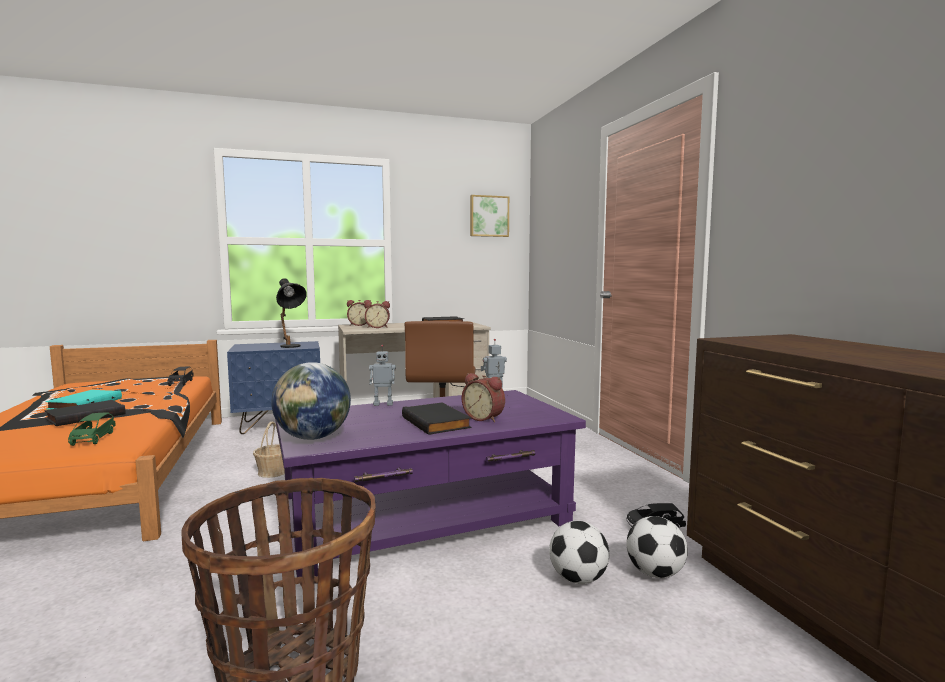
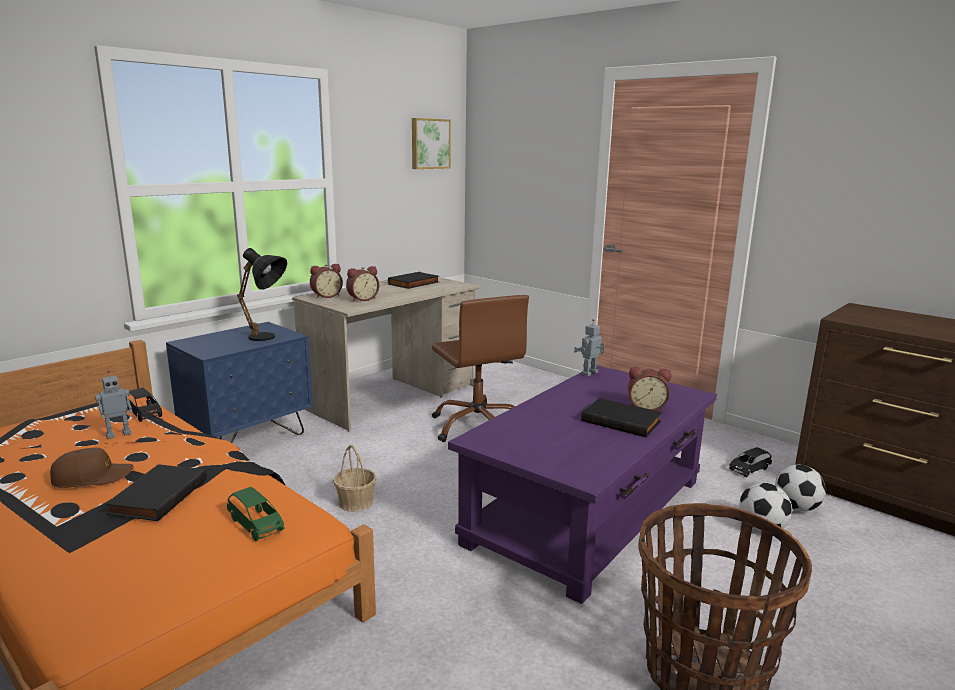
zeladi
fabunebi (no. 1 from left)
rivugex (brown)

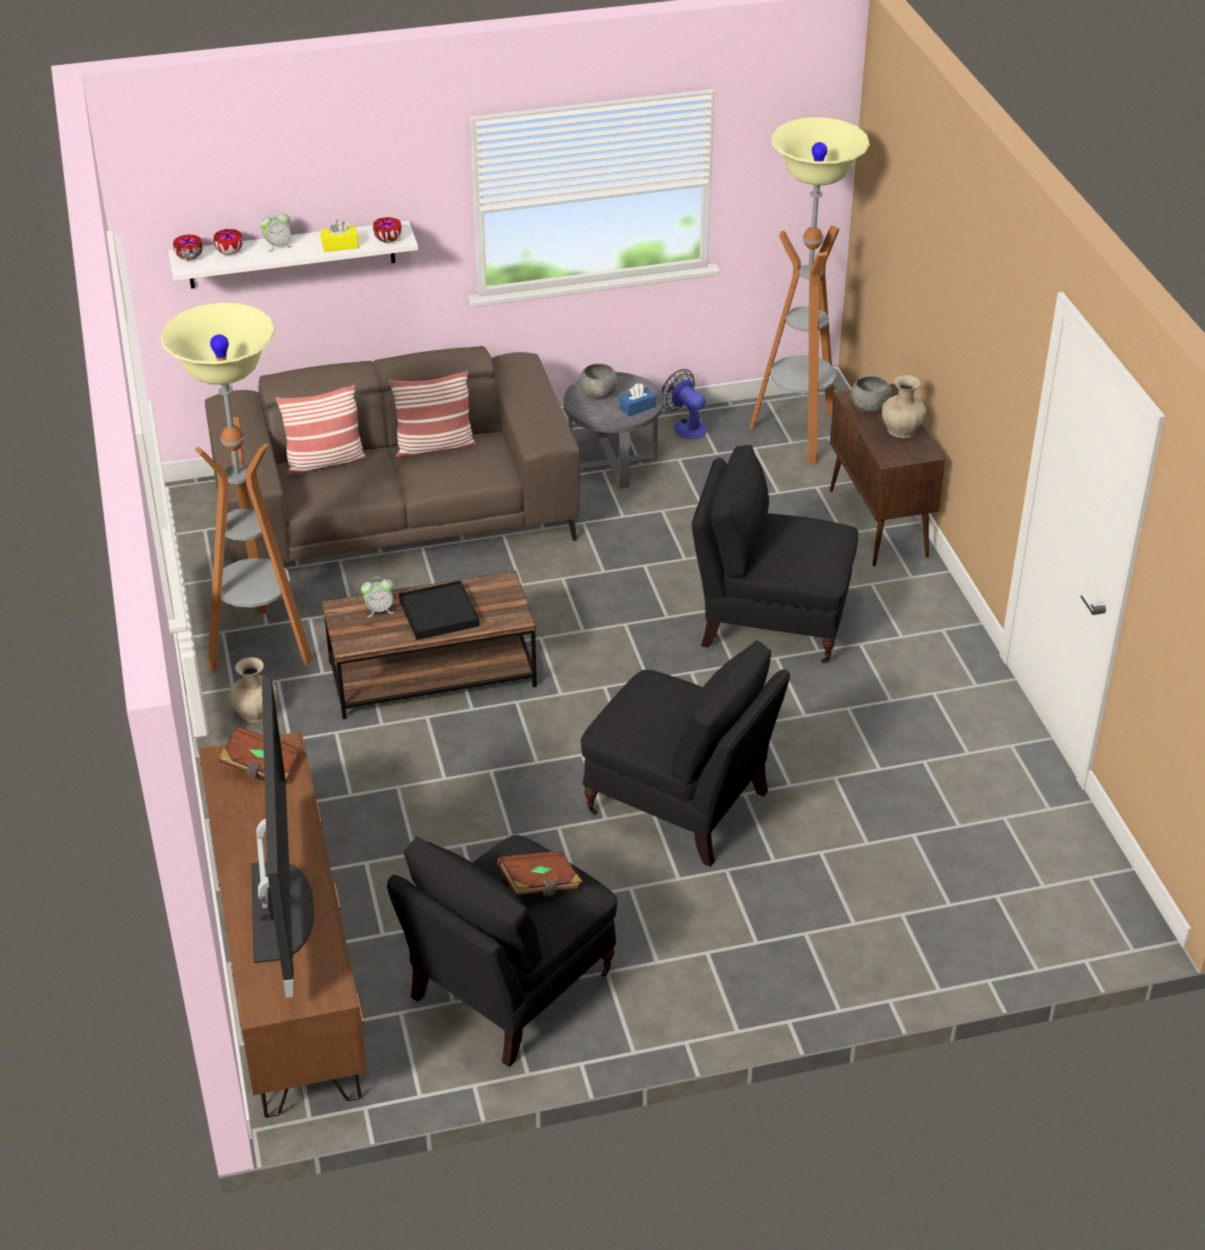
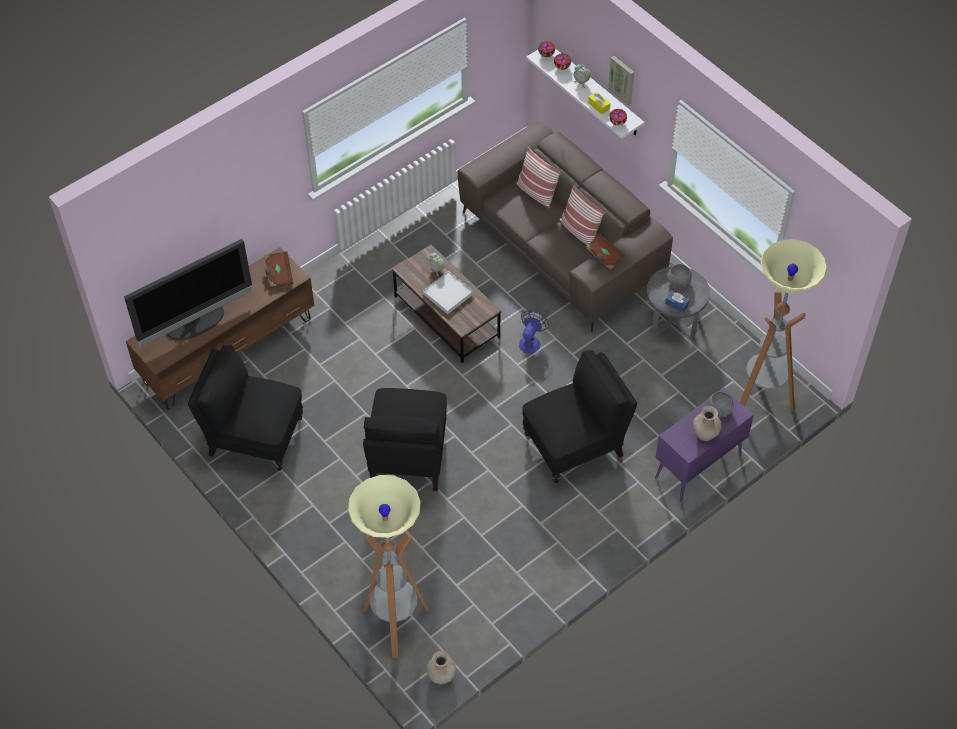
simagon
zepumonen (no. 1 from left)
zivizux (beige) (no. 1 from left)
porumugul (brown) (no. 2 from left)
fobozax
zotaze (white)
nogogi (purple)
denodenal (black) (no. 3 from left)

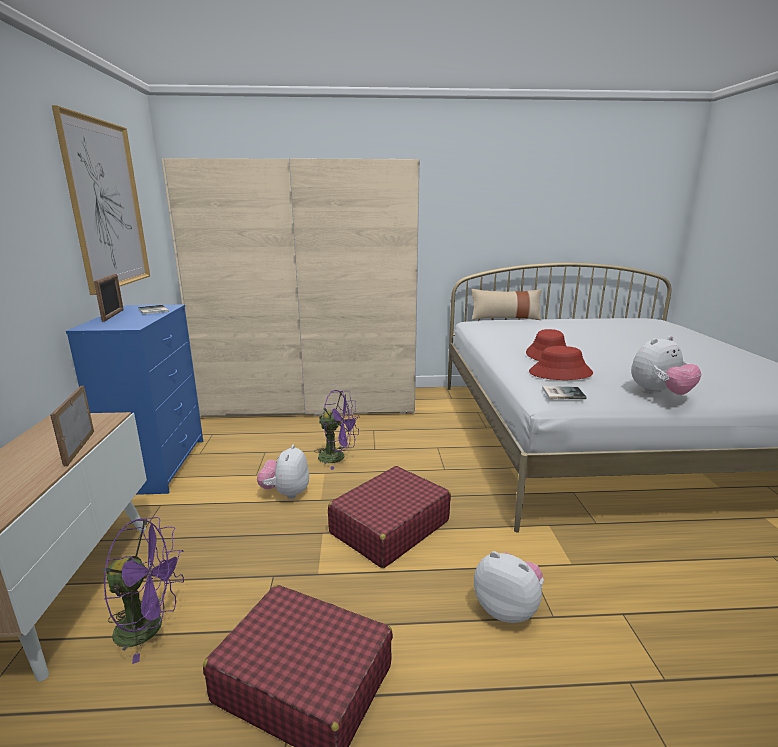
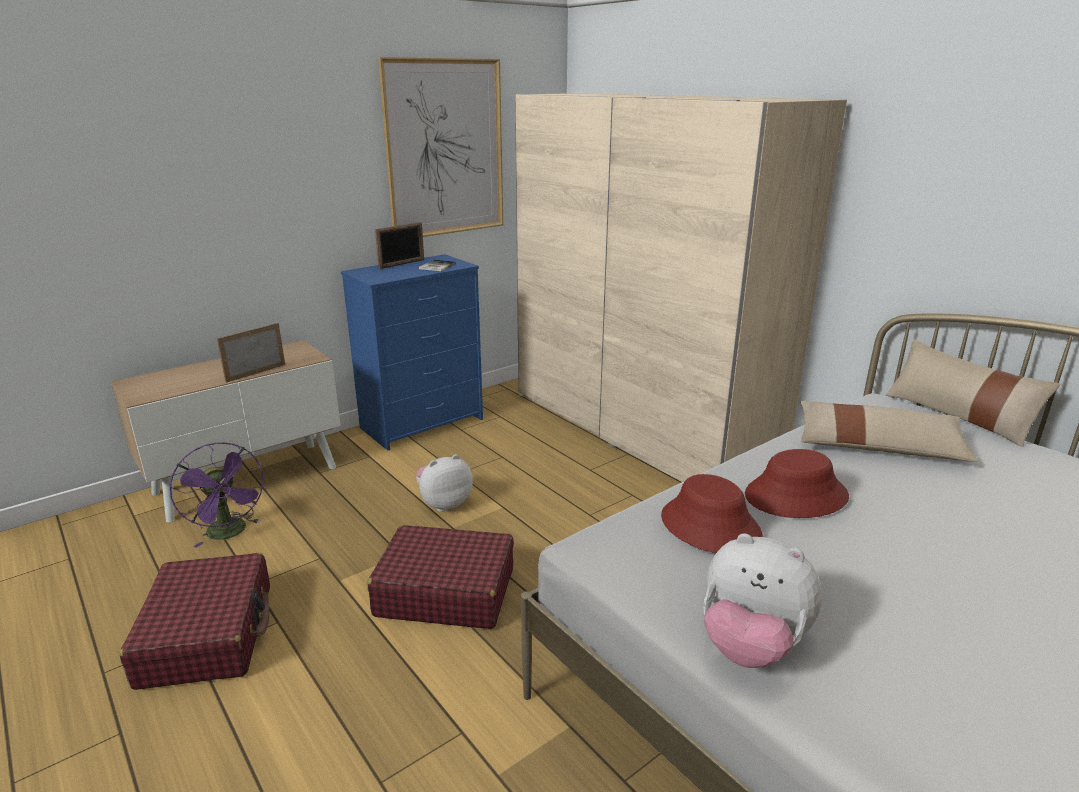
fobozax (purple) (no. 2 from left in the first image)
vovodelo (no. 2 from left in the first image)
porumugul (no. 2 from left in the first image)
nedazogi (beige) (no. 1 from left)

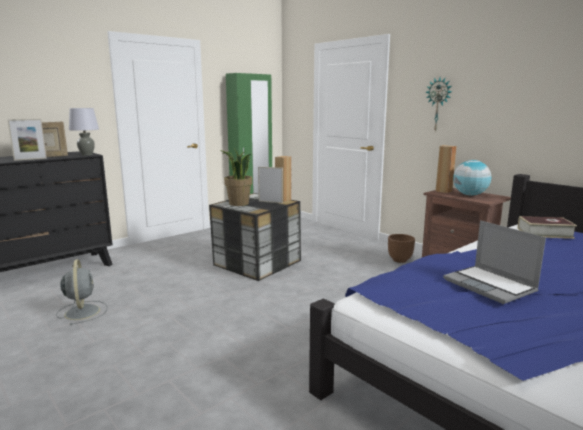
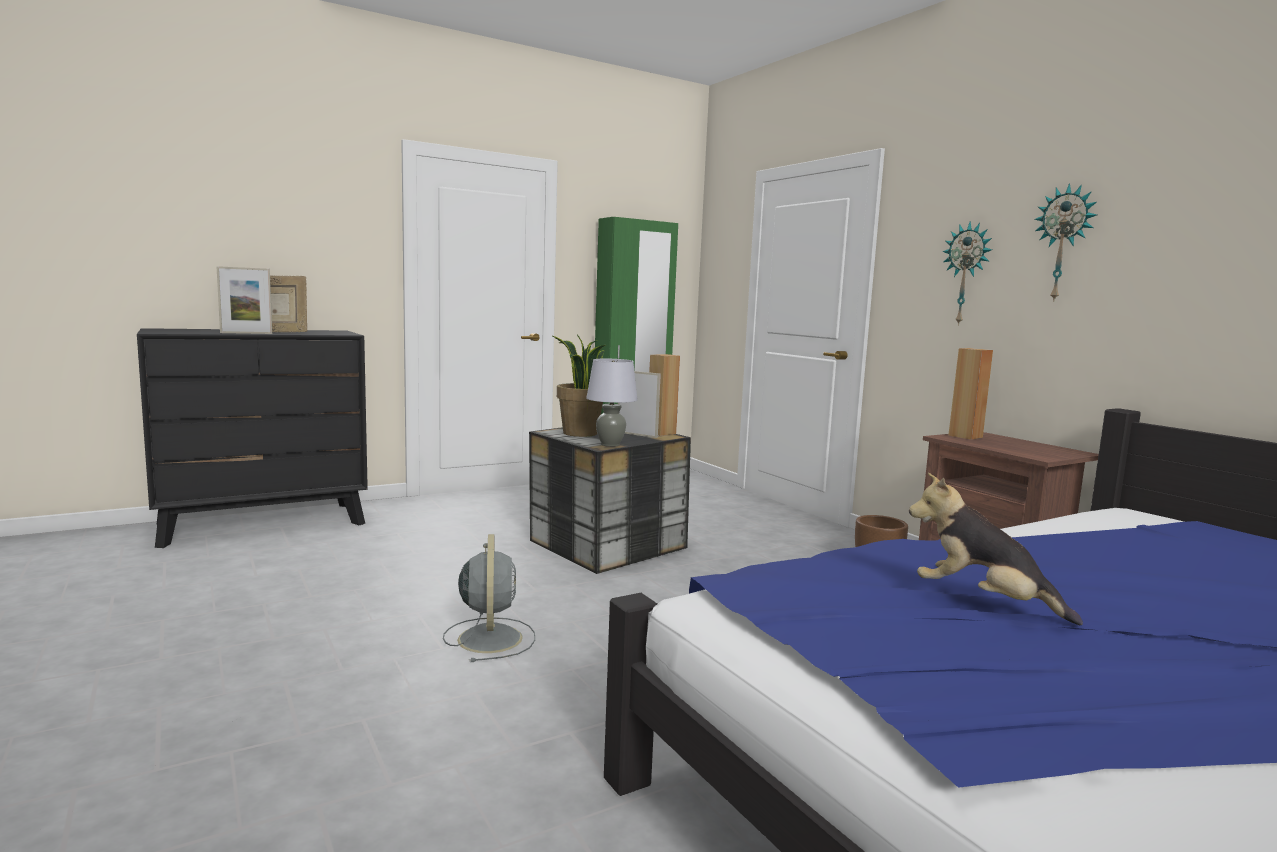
zeladi
porumugul
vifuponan (no. 2 from left)
fobozax (grey)
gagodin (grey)
vovodelo

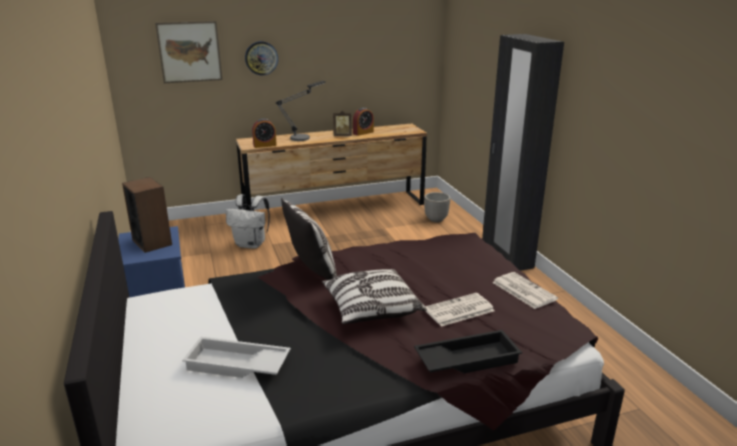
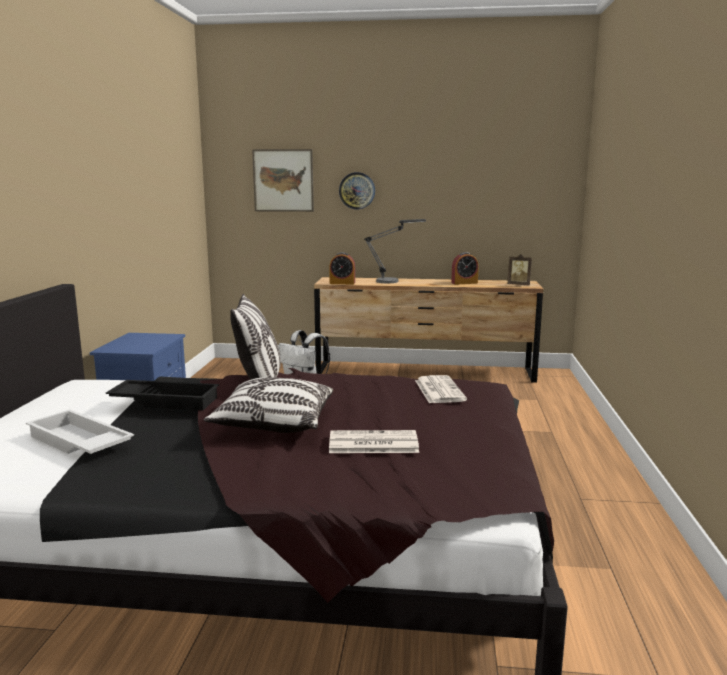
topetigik
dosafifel
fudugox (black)
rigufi
zotaze (black)
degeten (no. 2 from left)

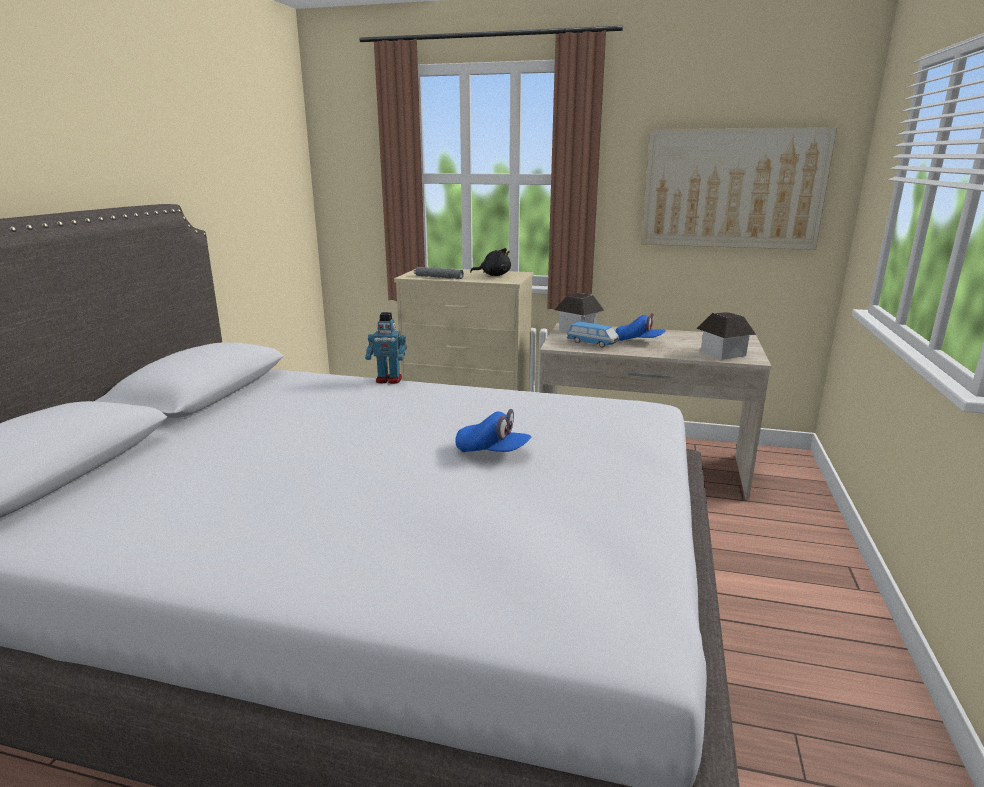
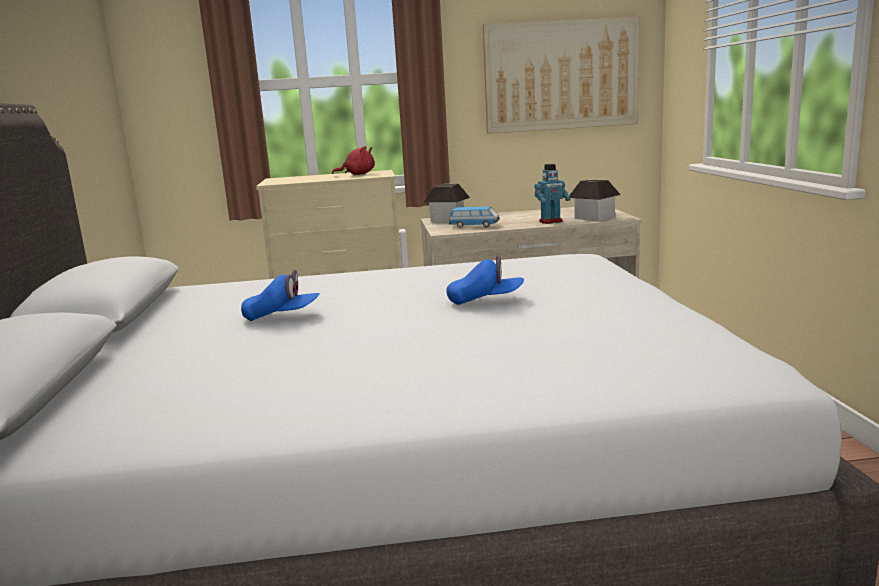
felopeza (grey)
fabunebi
rivugex (blue) (no. 1 from left)
vovodelo (red)

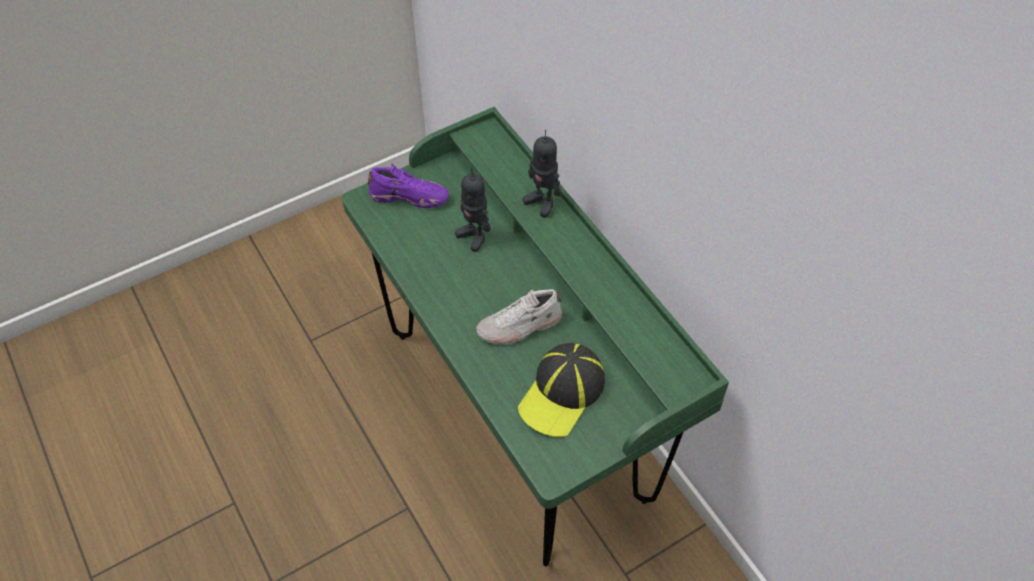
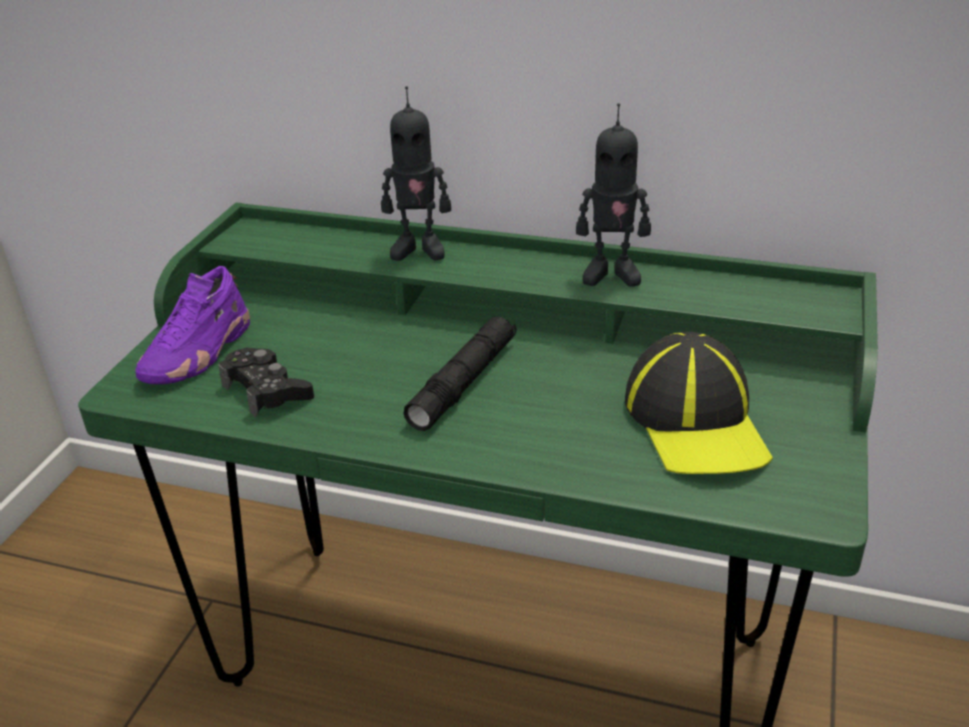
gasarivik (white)
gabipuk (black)
felopeza (black)
fabunebi (no. 2 from left)
gasarivik (purple)

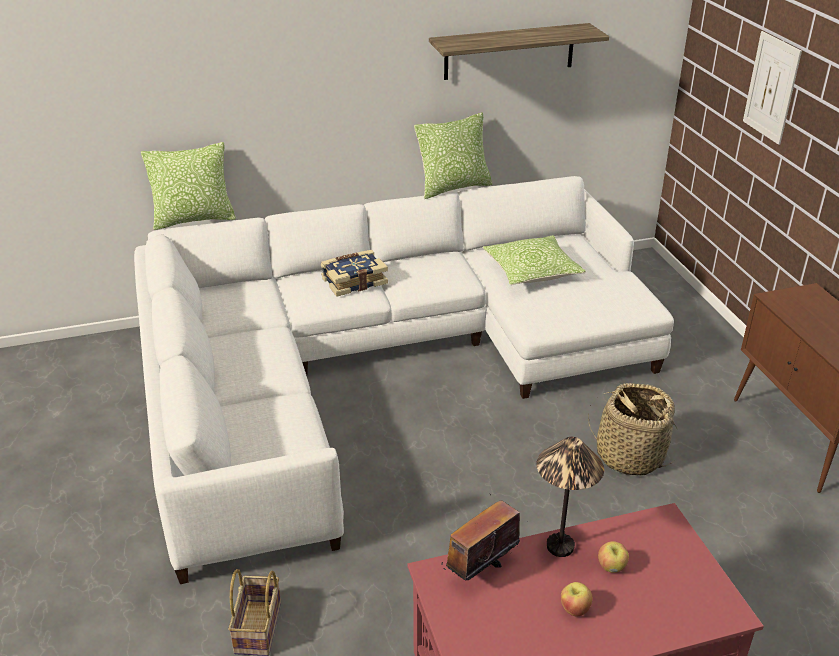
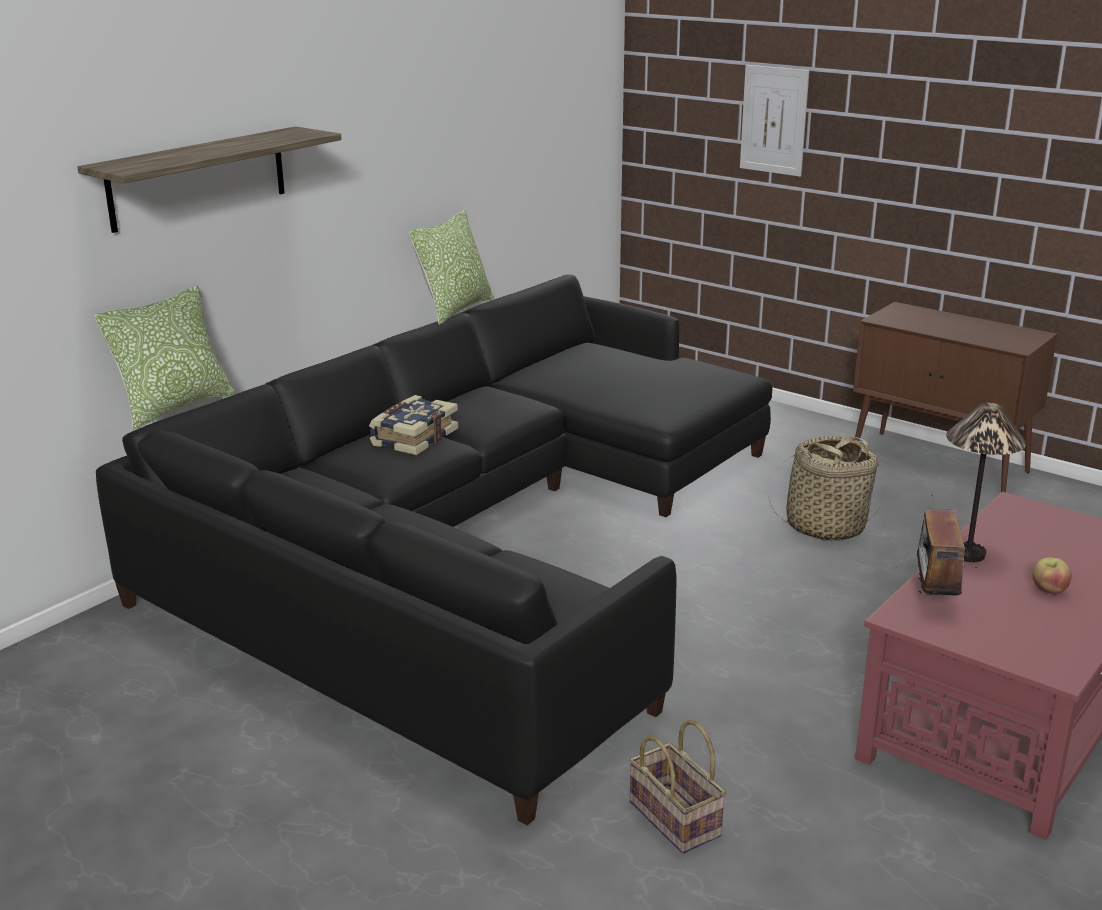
nedazogi (no. 3 from left in the first image)
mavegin (no. 2 from left in the first image)
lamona
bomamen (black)

